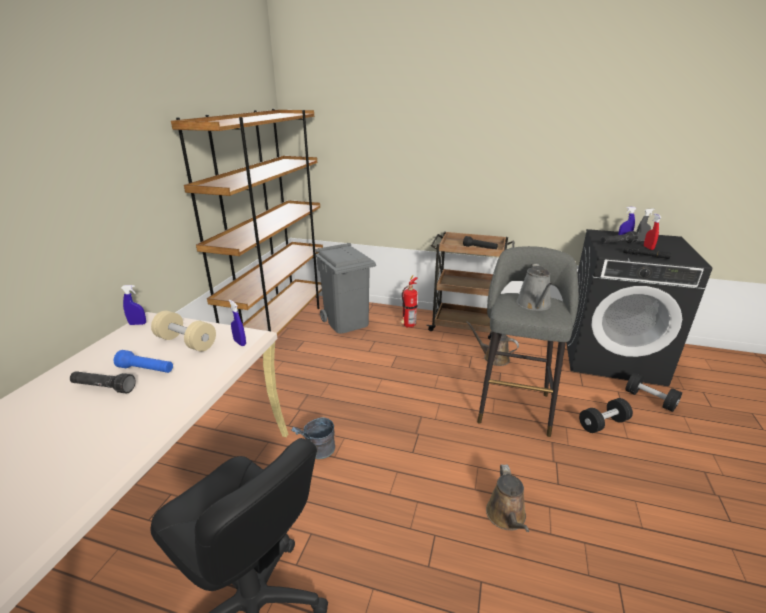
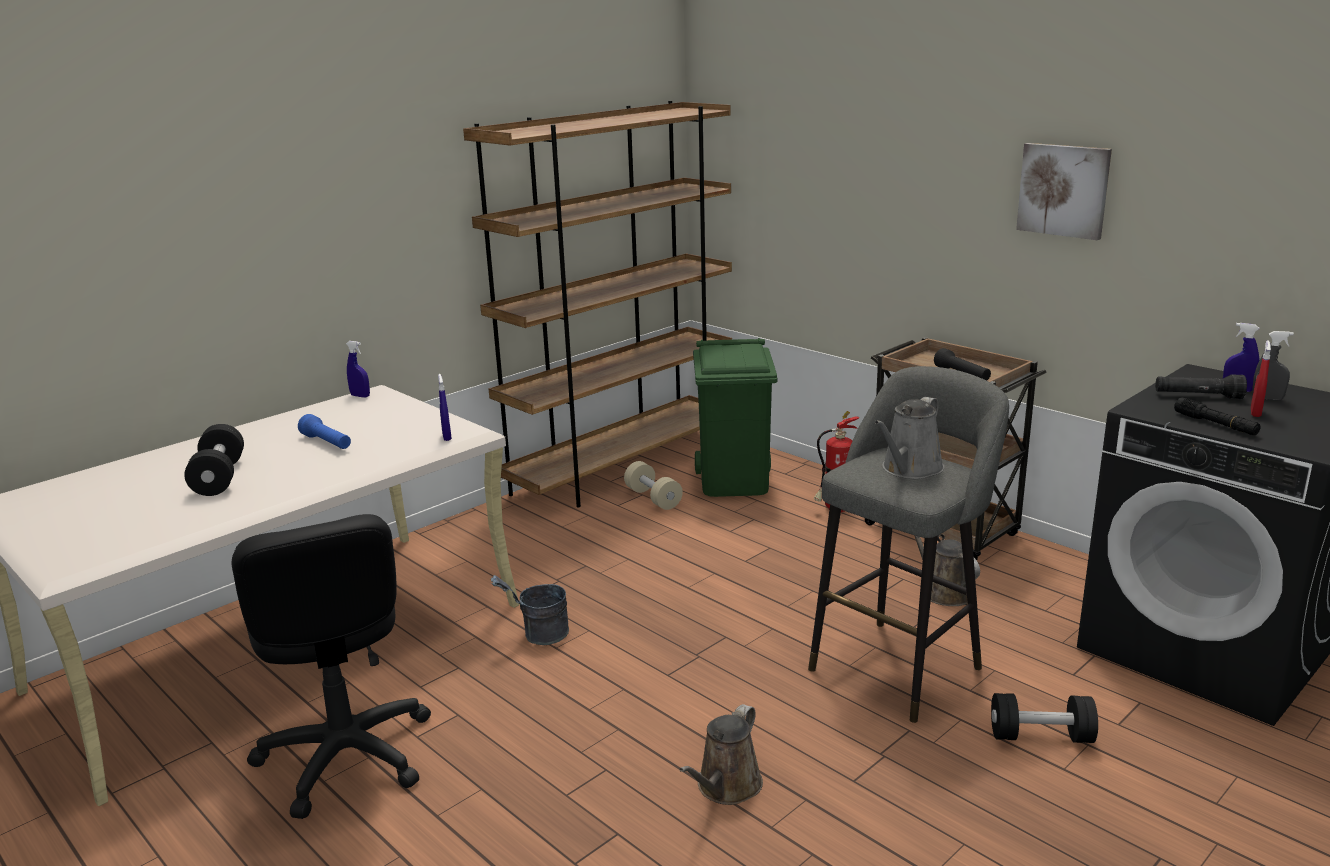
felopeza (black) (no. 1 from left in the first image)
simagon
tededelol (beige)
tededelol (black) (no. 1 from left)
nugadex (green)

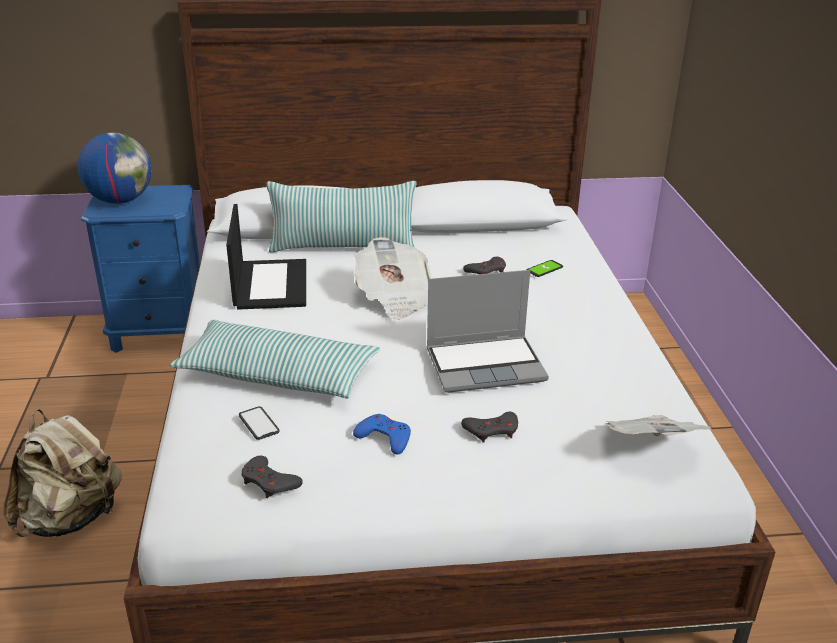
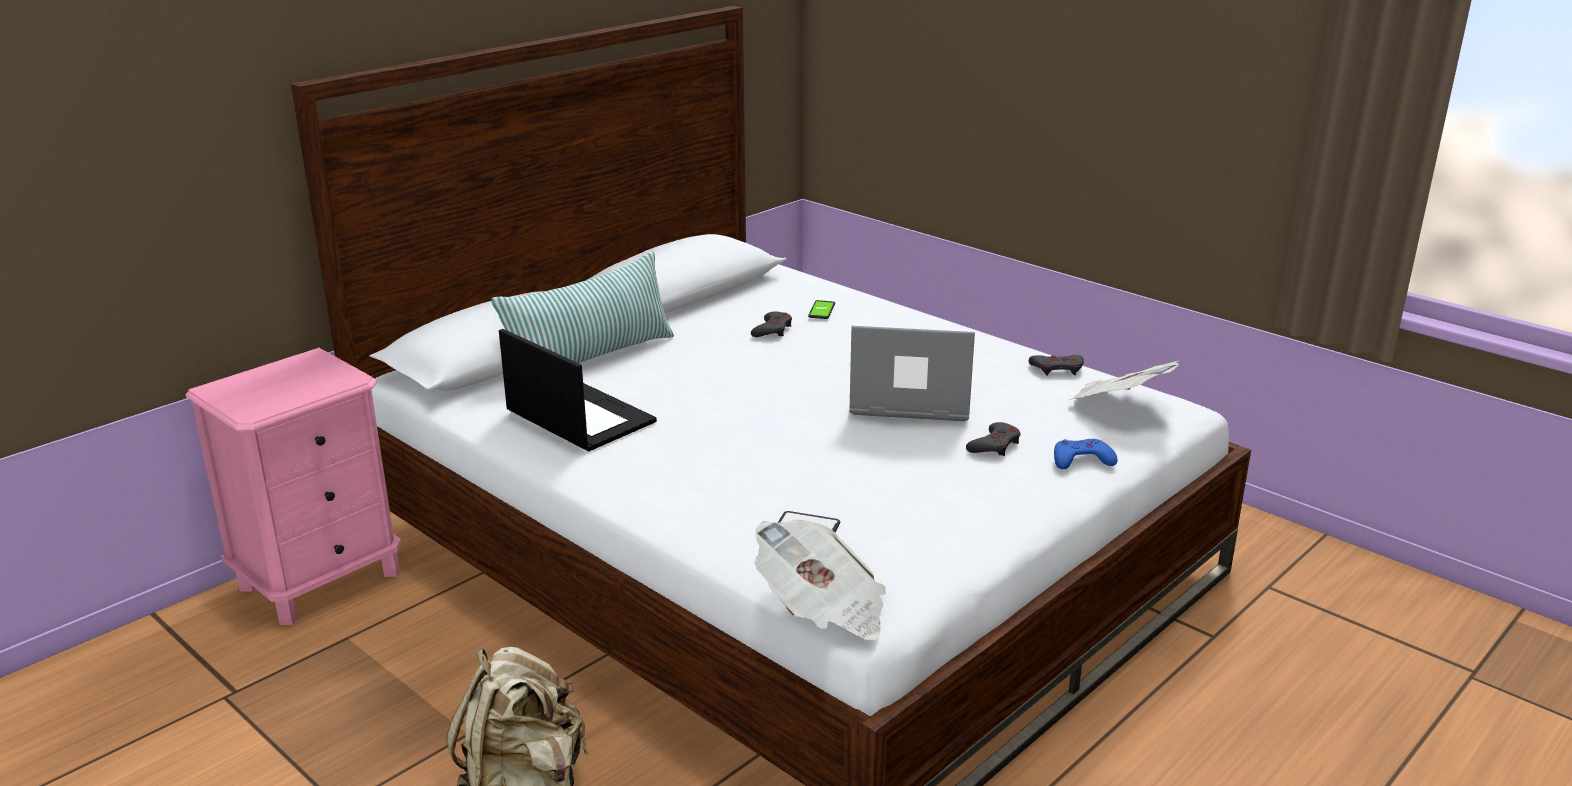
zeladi
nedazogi (no. 1 from left in the first image)
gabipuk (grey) (no. 3 from left)
gabipuk (blue)
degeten (no. 1 from left)
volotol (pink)
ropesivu (no. 2 from left)

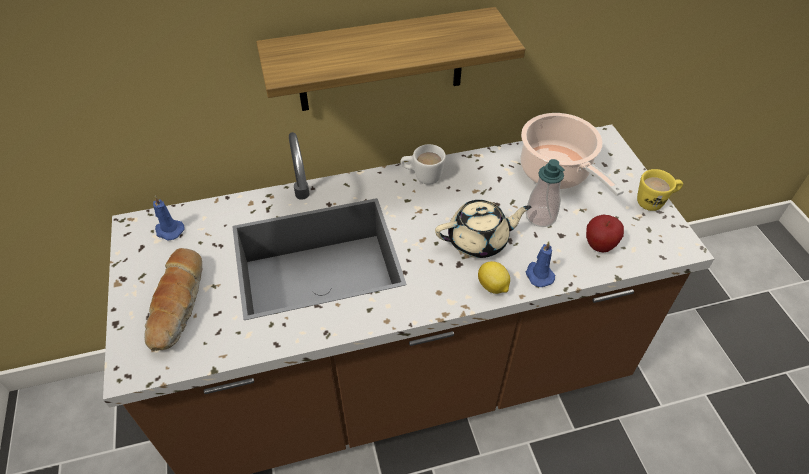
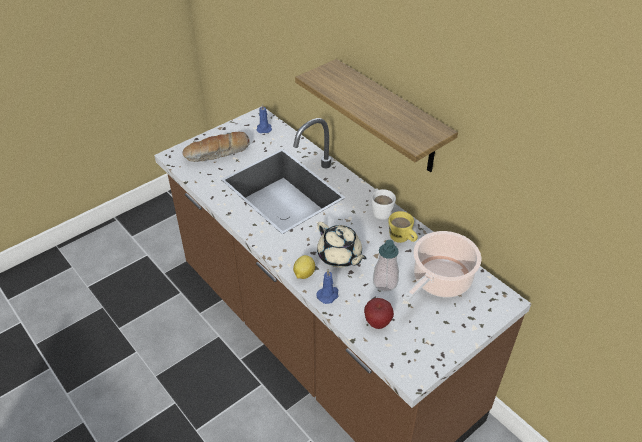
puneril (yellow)

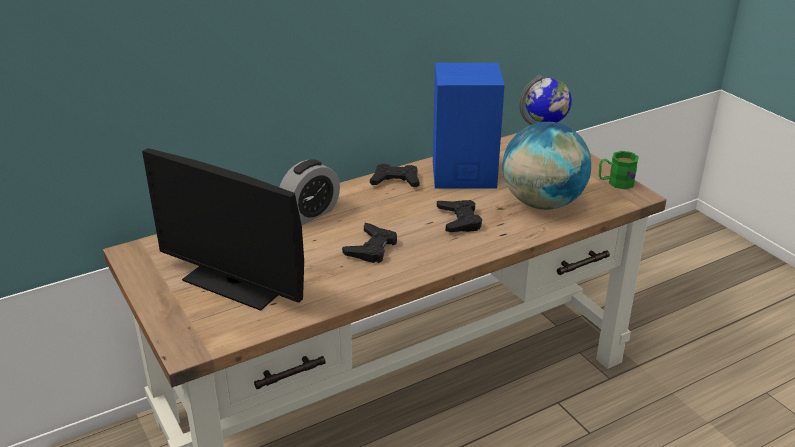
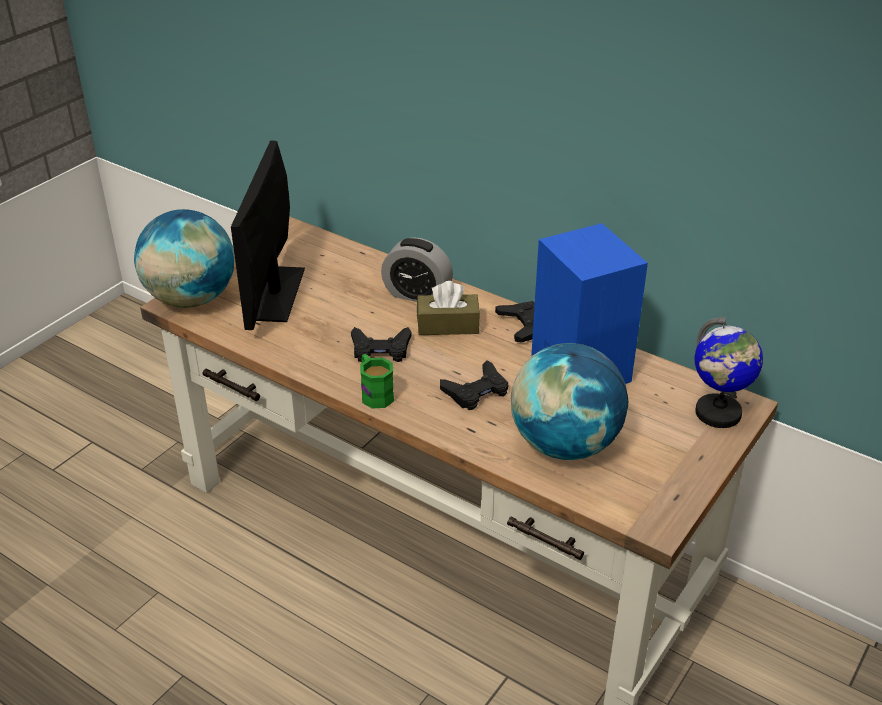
zeladi (no. 1 from left)
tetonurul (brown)
puneril (green)

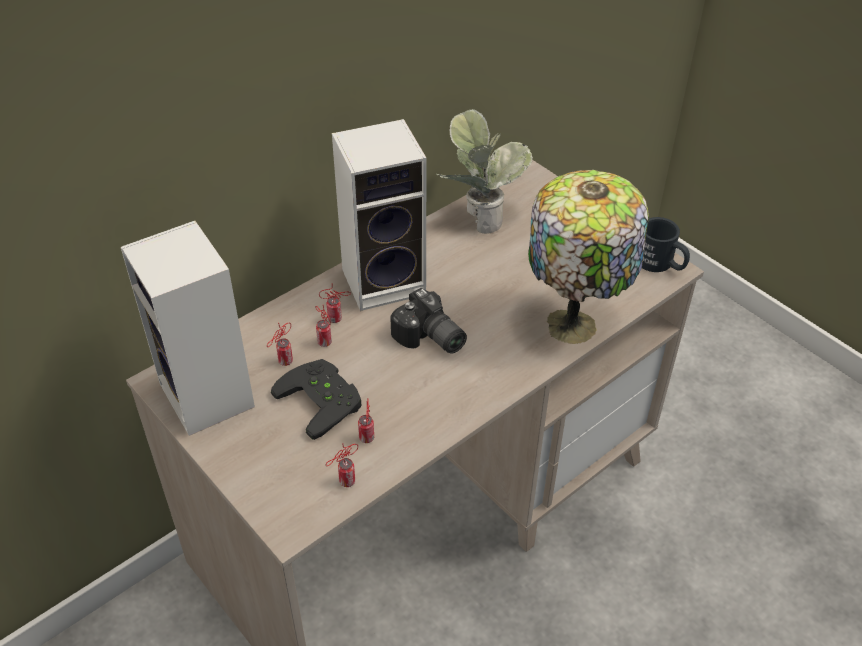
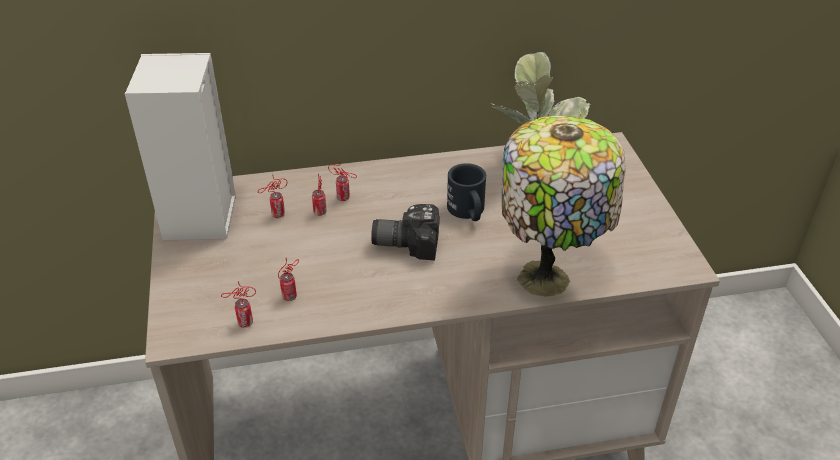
gabipuk (black)
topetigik (no. 2 from left in the first image)
puneril (black)
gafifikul

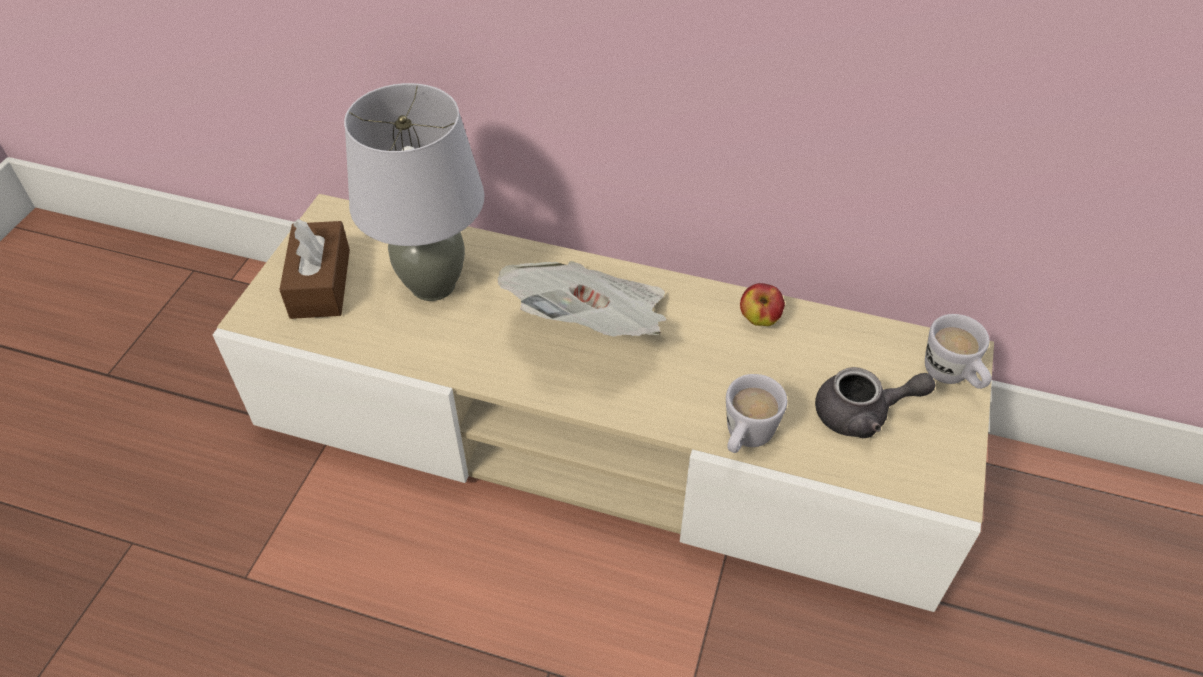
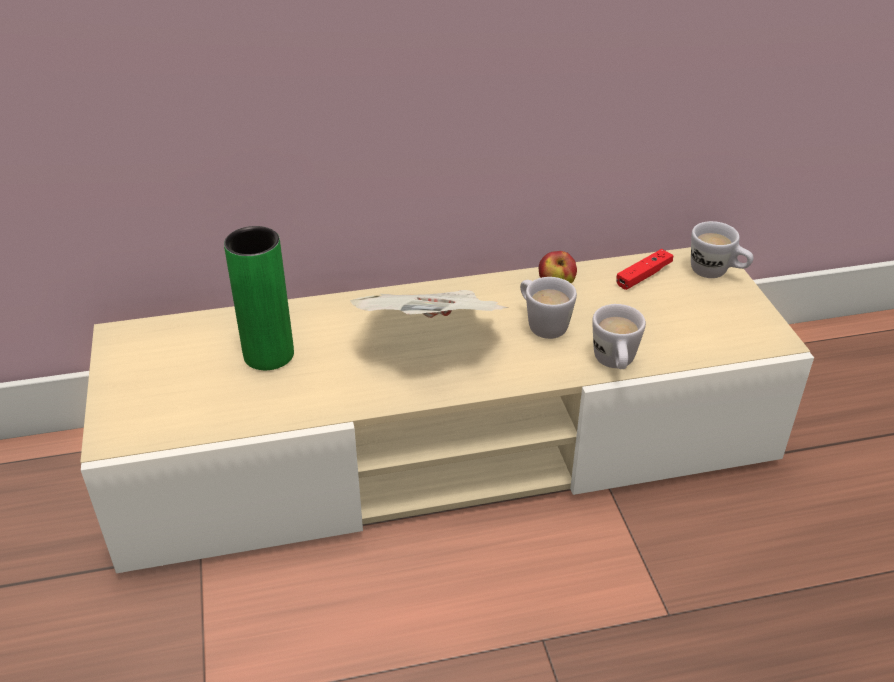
tetonurul (brown)
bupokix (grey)
puneril (white) (no. 1 from left)
gabipuk (red)
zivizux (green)

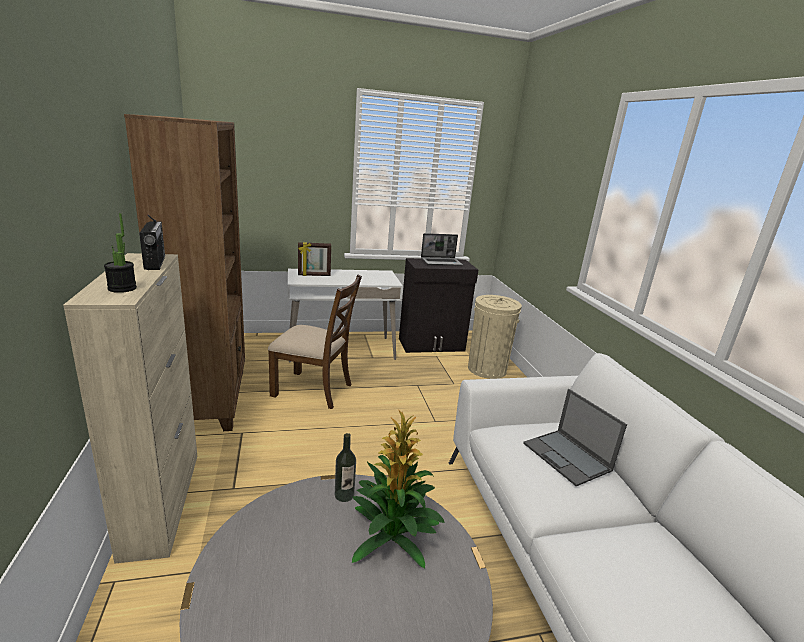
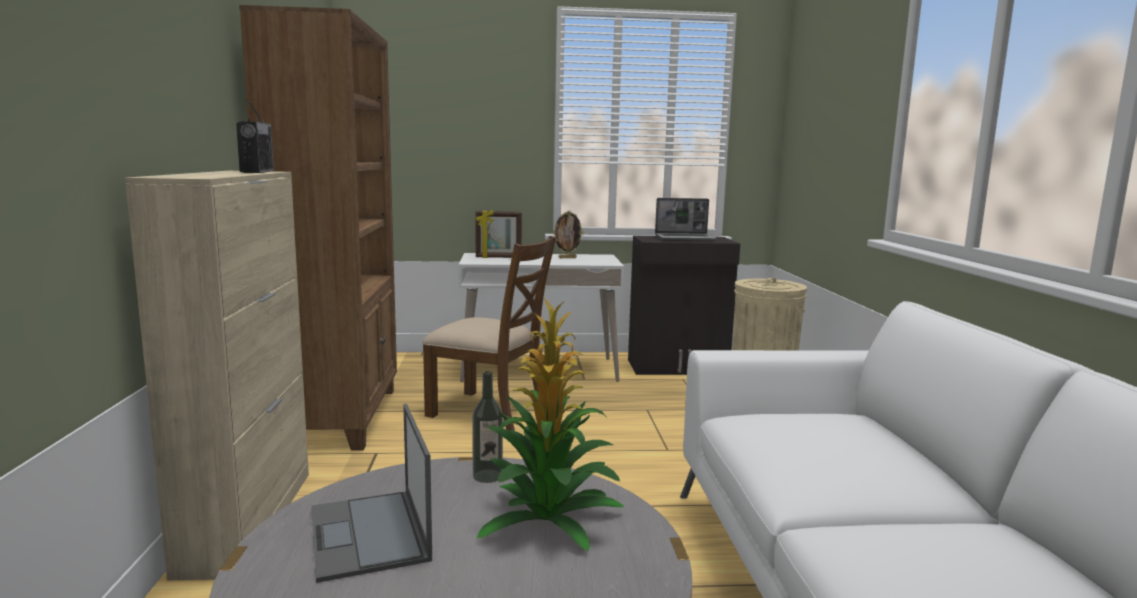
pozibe (no. 1 from left in the first image)
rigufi (no. 2 from left)
ropesivu (no. 1 from left)

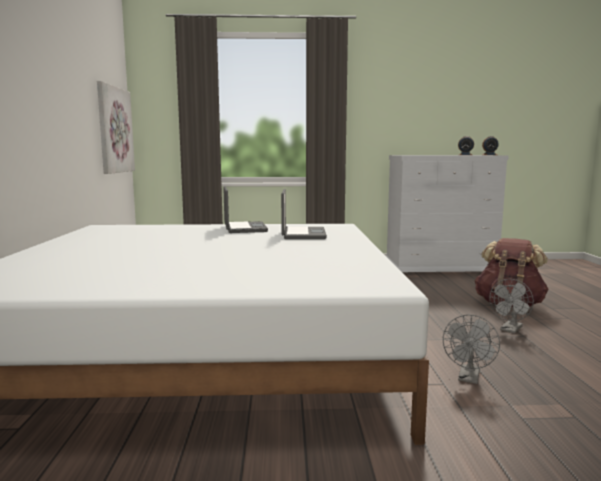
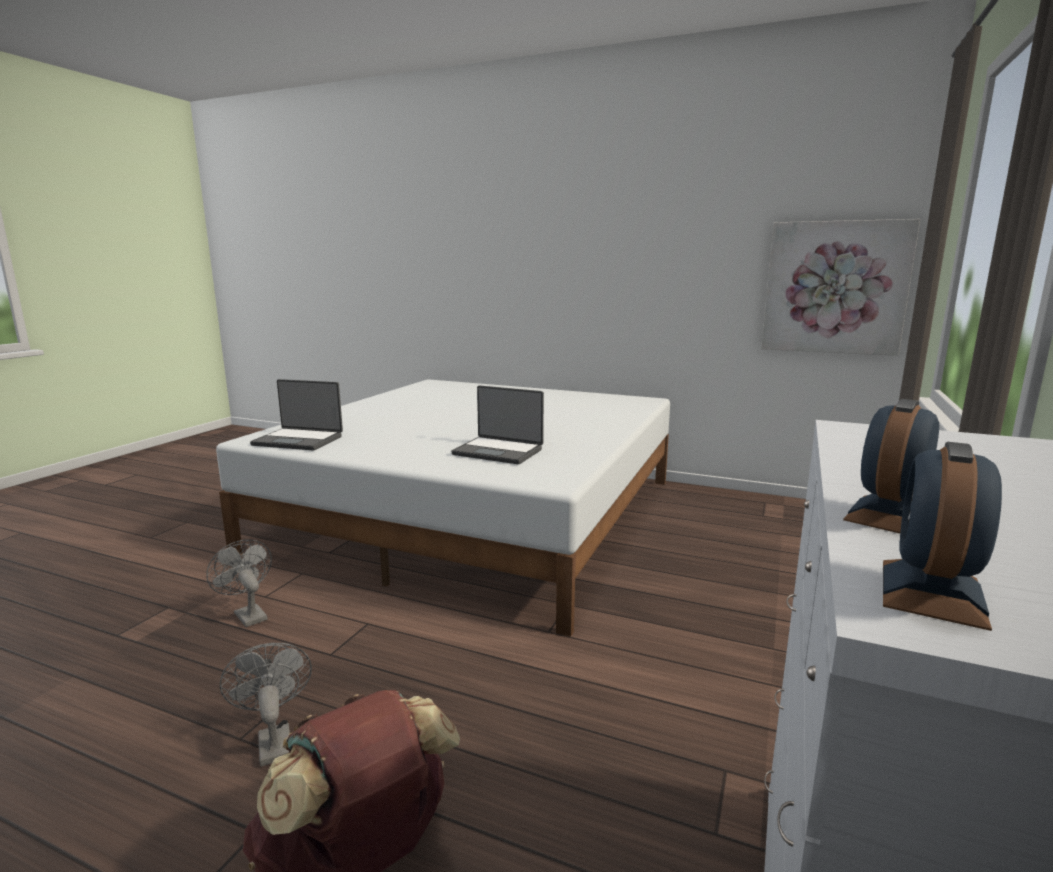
ropesivu (no. 1 from left)

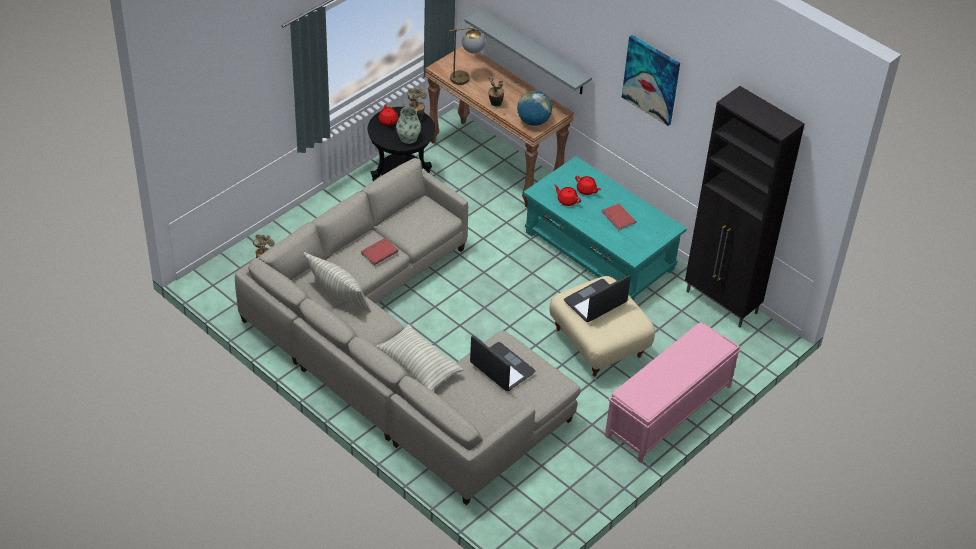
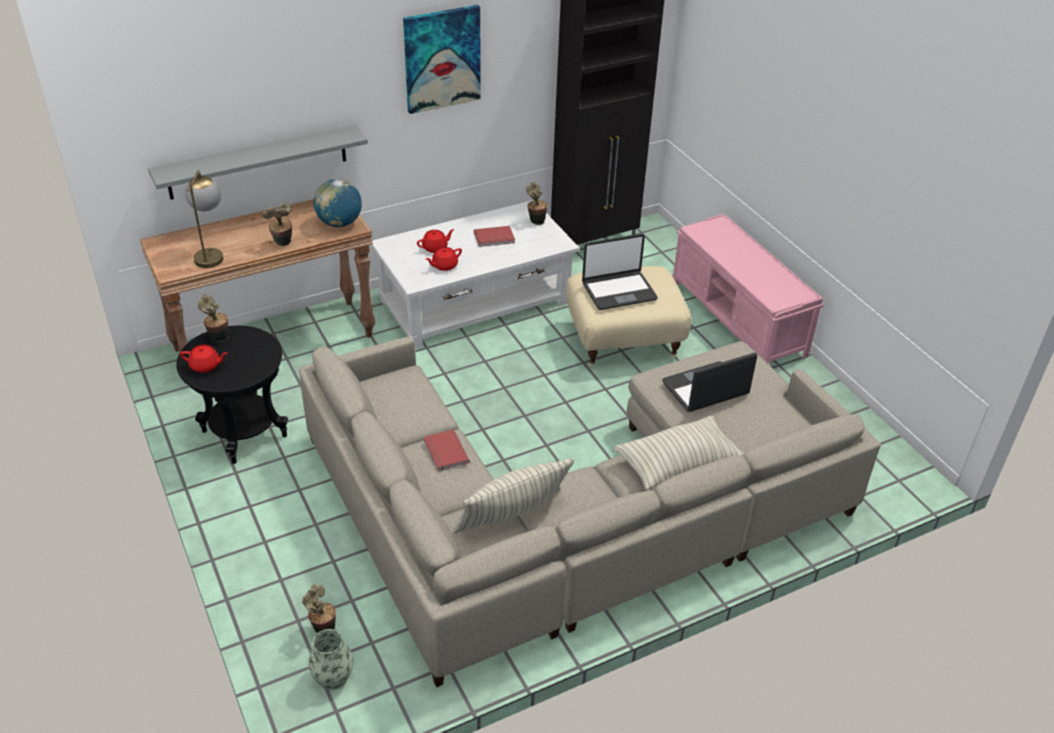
pozibe (no. 4 from left)
zivizux
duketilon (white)
ropesivu (no. 1 from left)

